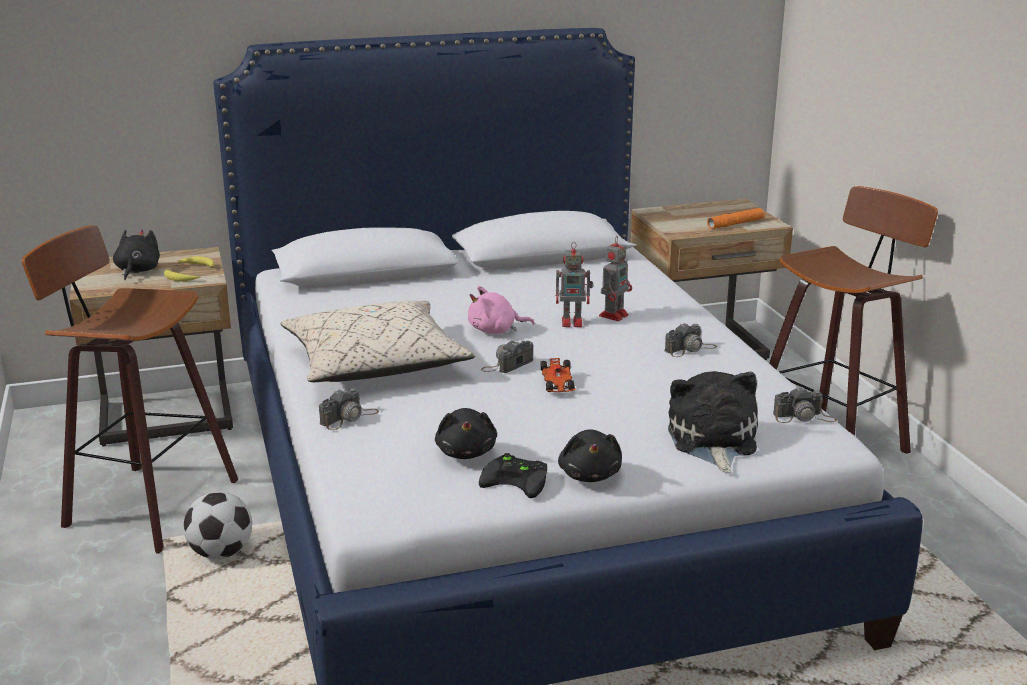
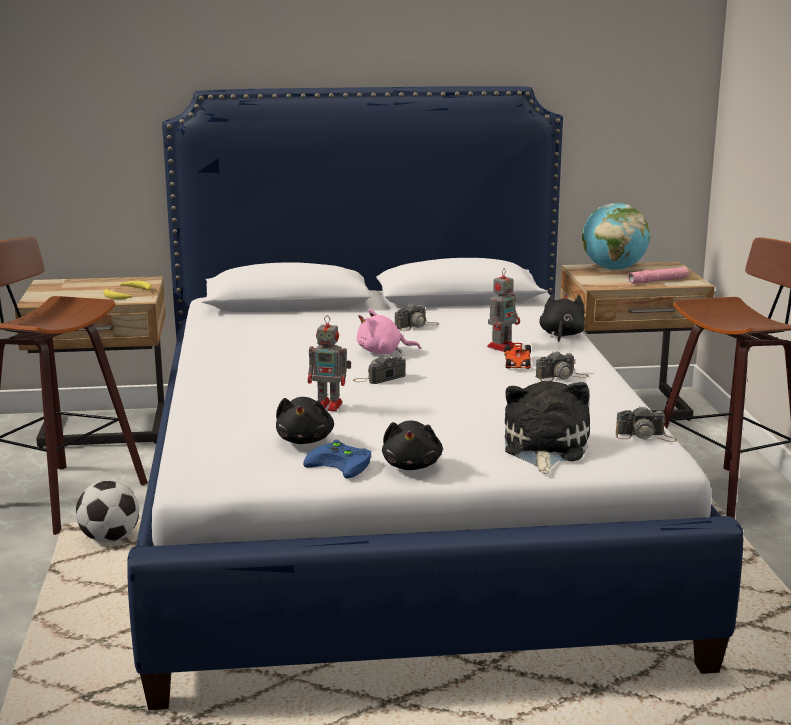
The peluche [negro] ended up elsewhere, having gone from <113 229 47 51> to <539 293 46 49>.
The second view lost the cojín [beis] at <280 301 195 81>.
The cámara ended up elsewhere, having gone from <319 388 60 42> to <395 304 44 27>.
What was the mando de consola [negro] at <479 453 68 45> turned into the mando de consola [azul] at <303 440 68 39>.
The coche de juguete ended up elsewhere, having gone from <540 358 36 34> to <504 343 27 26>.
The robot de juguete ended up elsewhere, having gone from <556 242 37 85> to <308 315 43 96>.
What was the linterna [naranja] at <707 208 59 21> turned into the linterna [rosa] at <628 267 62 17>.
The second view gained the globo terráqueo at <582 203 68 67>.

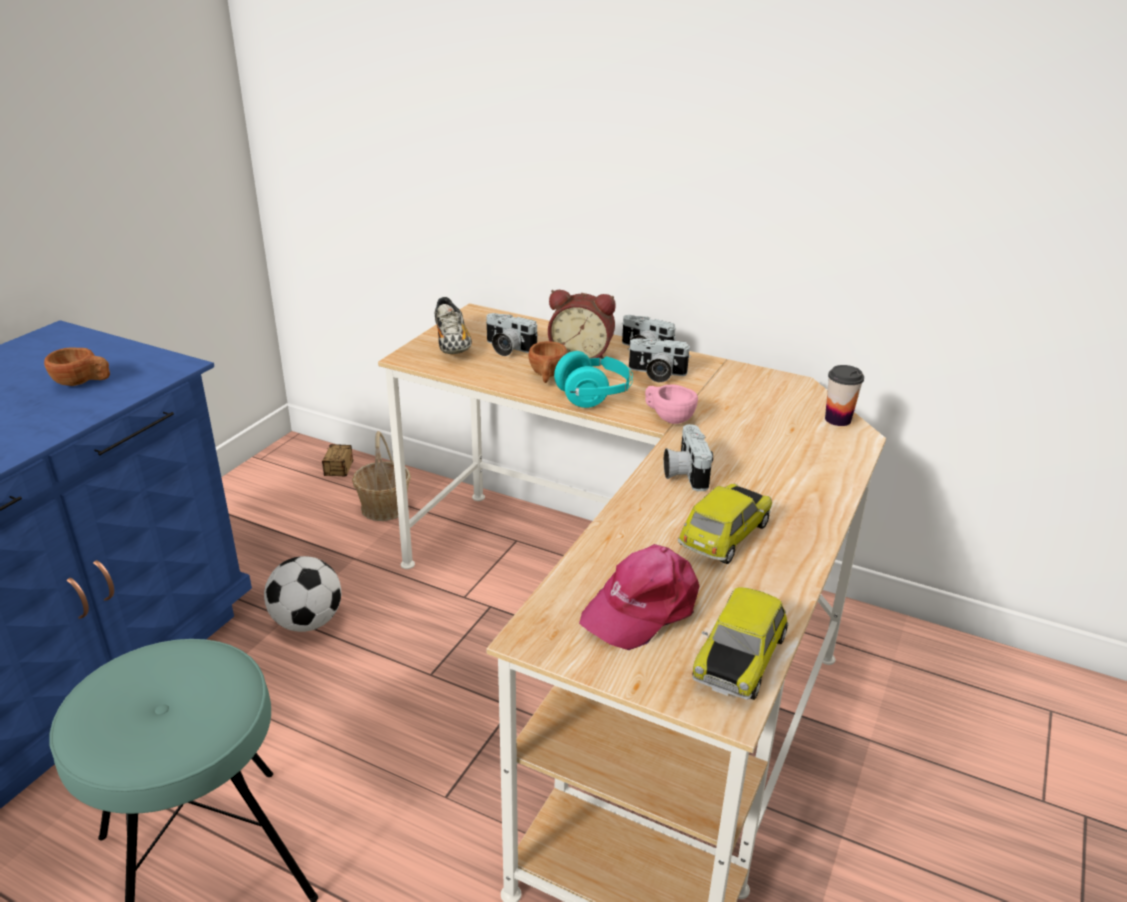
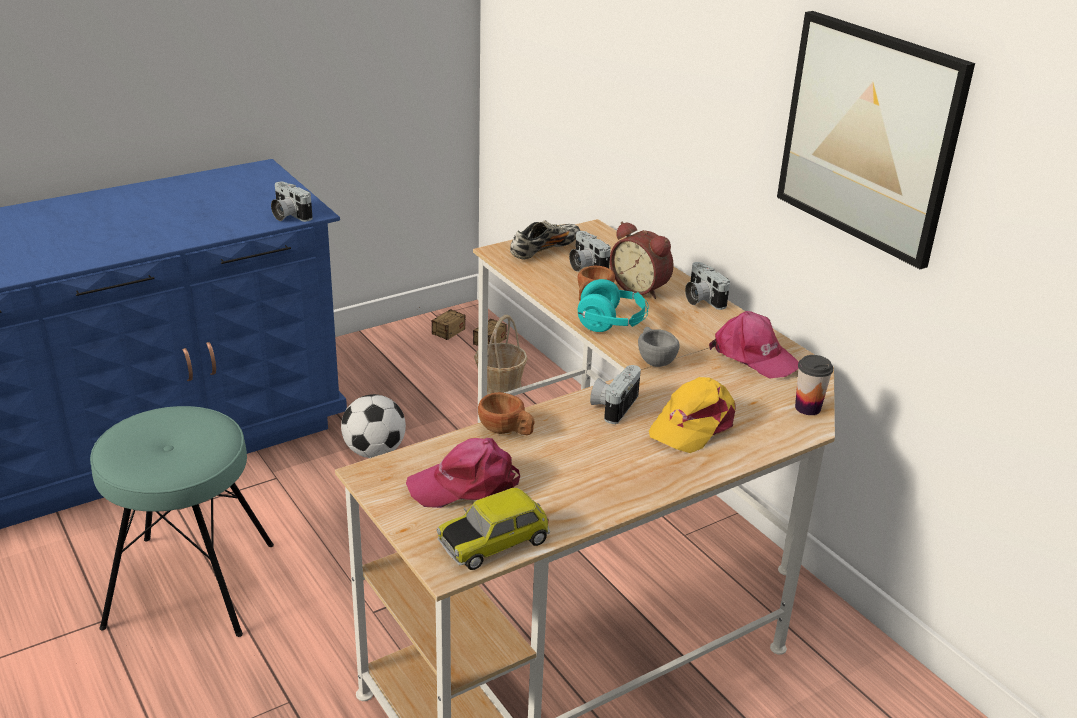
The taza [marrón] ended up elsewhere, having gone from <44 347 66 39> to <478 392 57 43>.
The zapato at <435 297 37 57> ended up facing another way, 150 degrees counterclockwise from before.
The cámara ended up elsewhere, having gone from <628 338 63 44> to <271 182 42 40>.
What was the taza [rosa] at <645 384 53 40> turned into the taza [gris] at <638 327 41 40>.
The second view lost the coche de juguete at <678 483 94 81>.
The second view gained the caja de almacenaje at <419 308 47 32>.
The second view gained the gorra [amarillo] at <649 377 87 76>.
The second view gained the gorra [rosa] at <709 311 90 67>.
The second view gained the cuadro at <777 11 198 258>.

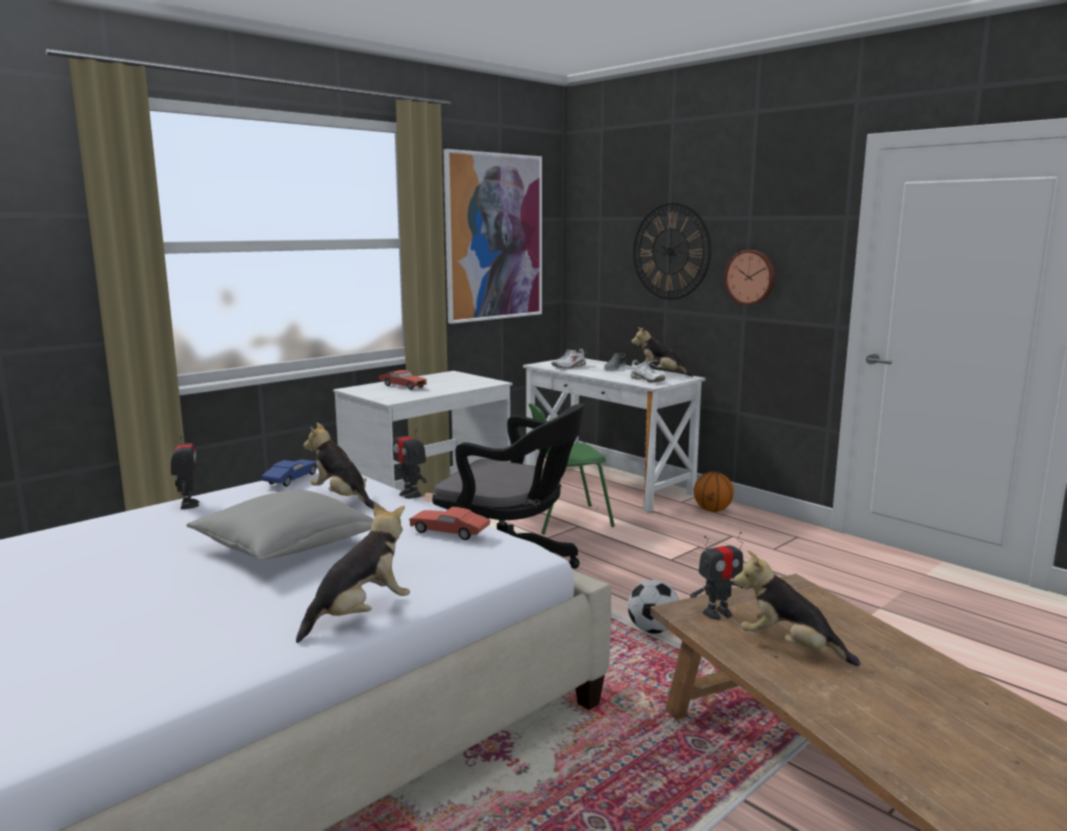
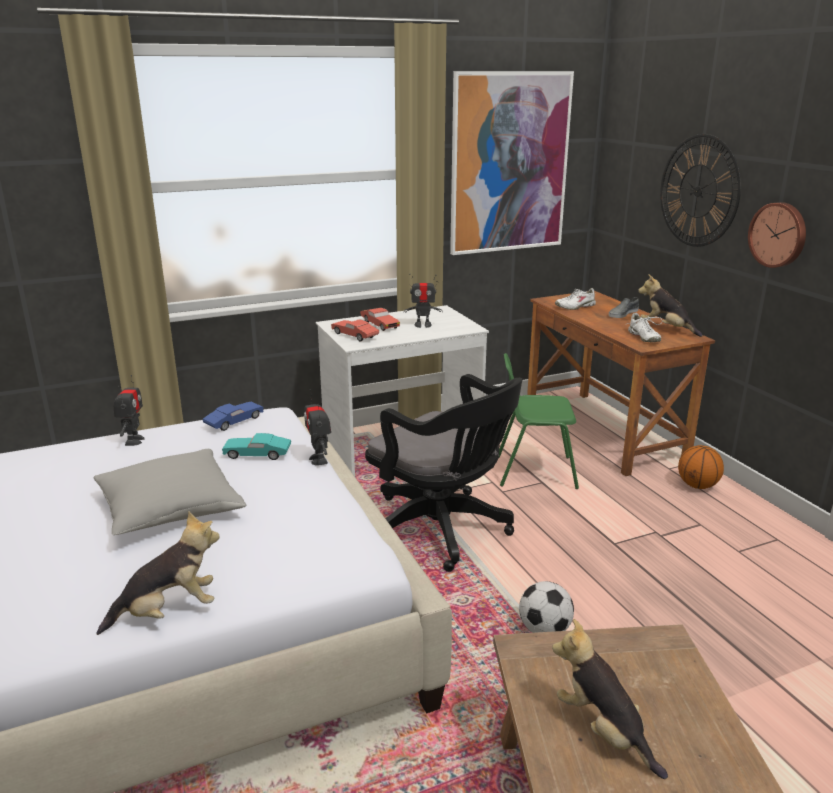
Where the peluche stood at <304 422 70 87>, the coche de juguete [turquesa] came to stand at <222 433 69 27>.
The coche de juguete [rojo] ended up elsewhere, having gone from <409 507 82 33> to <331 319 48 23>.
What was the escritorio [blanco] at <523 358 182 154> turned into the escritorio [marrón] at <527 291 188 185>.
The robot de juguete ended up elsewhere, having gone from <690 532 53 88> to <404 274 39 54>.

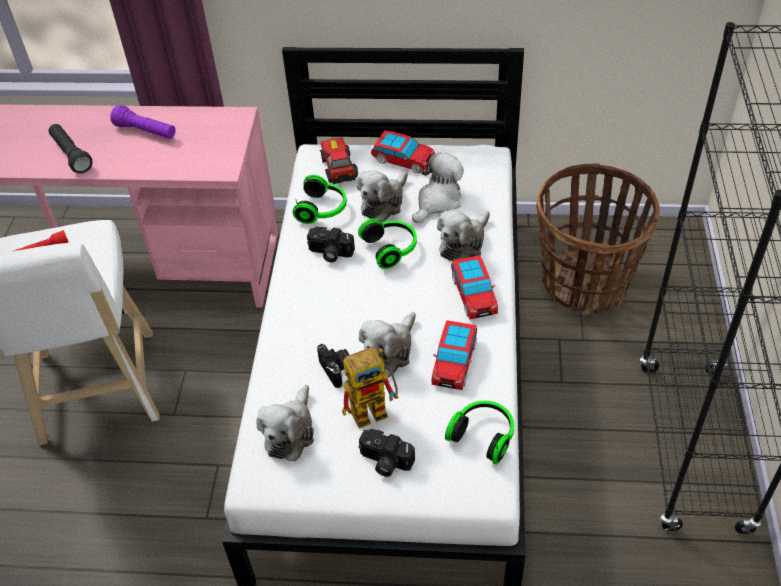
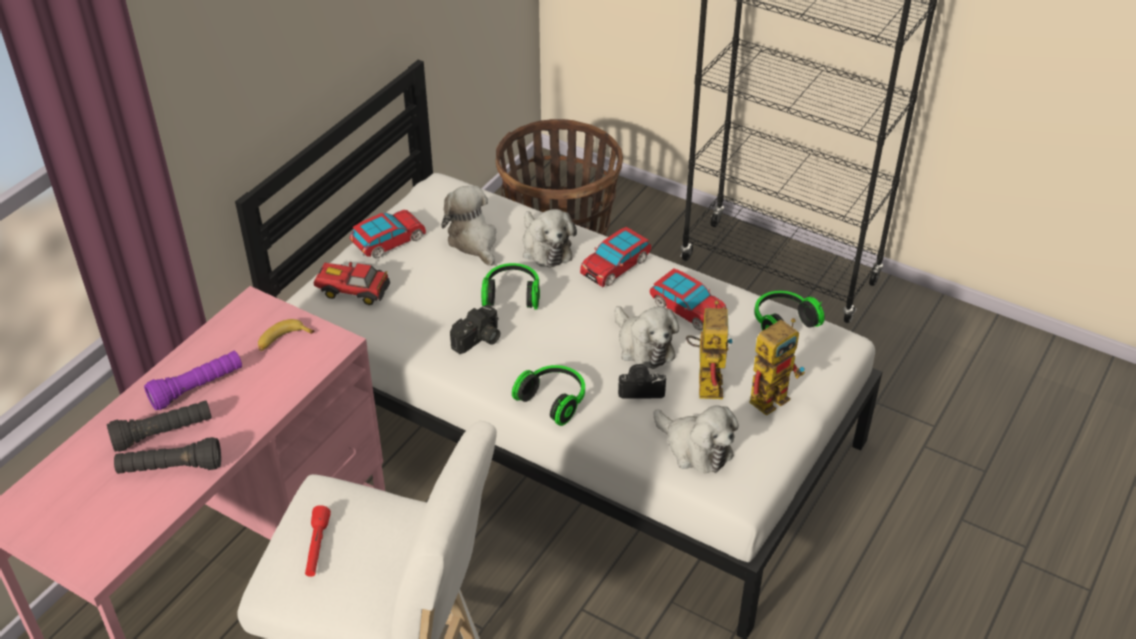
The auriculares ended up elsewhere, having gone from <293 175 54 49> to <512 365 73 61>.
The second view lost the peluche at <357 170 51 52>.
Where the cámara stood at <359 429 56 48>, the robot de juguete came to stand at <749 318 56 98>.
The coche de juguete at <451 255 47 65> ended up facing another way, 120 degrees clockwise from before.
The second view gained the linterna [negro] at <107 400 105 52>.
The second view gained the plátano at <258 319 57 32>.

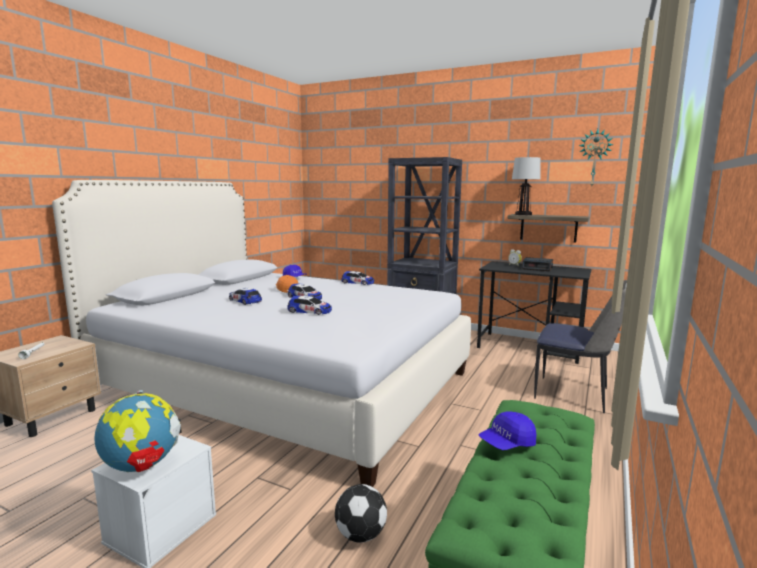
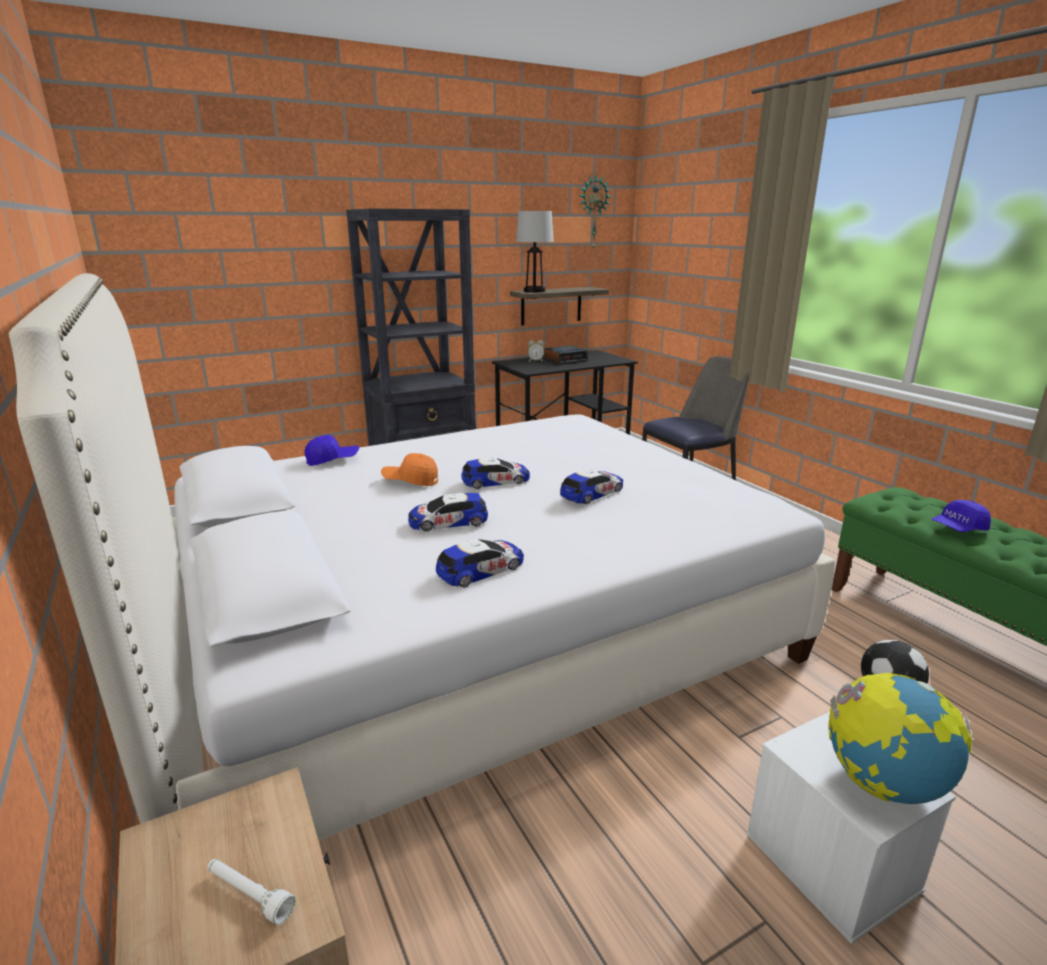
The coche de juguete ended up elsewhere, having gone from <341 271 33 14> to <436 539 88 49>.
The gorra [azul] at <479 411 57 39> ended up facing another way, 60 degrees clockwise from before.

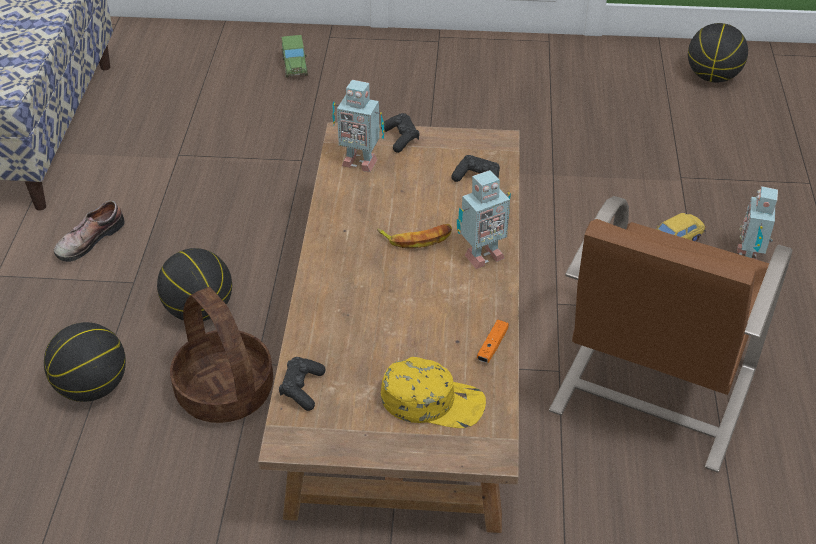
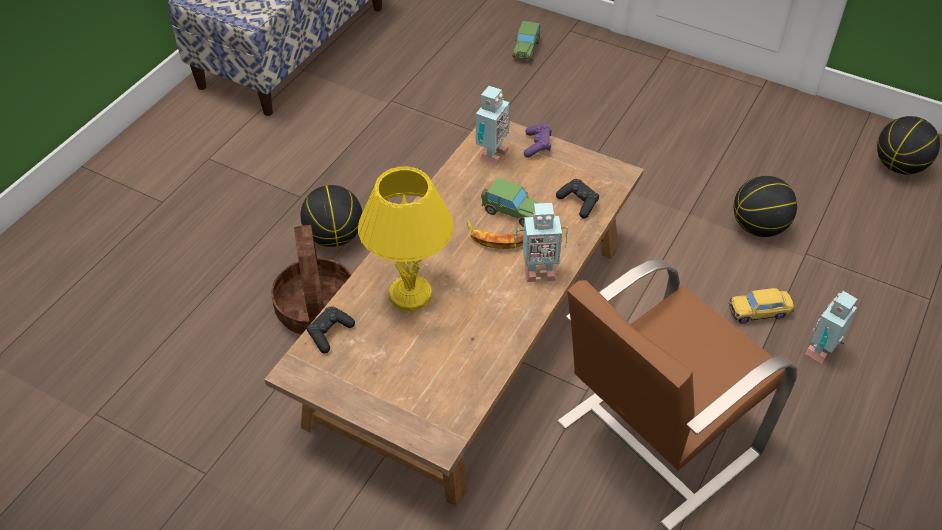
The balón de baloncesto ended up elsewhere, having gone from <44 322 82 80> to <734 176 63 61>.
The second view lost the zapato at <54 200 71 62>.
The robot de juguete at <332 80 52 92> ended up facing another way, 105 degrees counterclockwise from before.
What was the mando de consola [negro] at <381 113 39 40> turned into the mando de consola [morado] at <524 124 28 34>.
The second view lost the gorra [amarillo] at <381 357 105 71>.
The second view lost the mando de consola [naranja] at <477 320 32 43>.
The second view gained the lámpara de mesa [amarillo] at <358 166 96 145>.
The second view gained the coche de juguete at <481 177 59 50>.

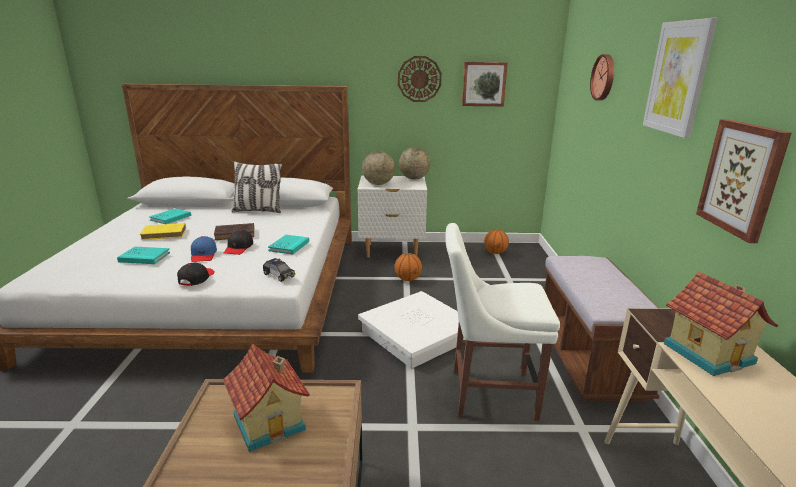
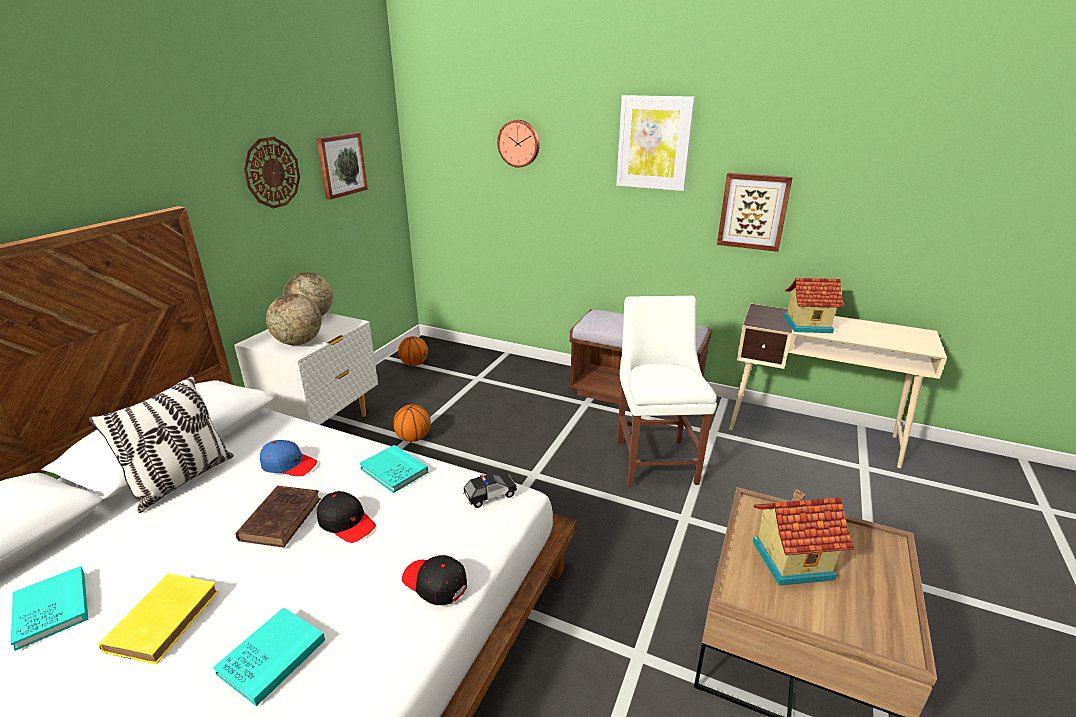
The gorra [azul] ended up elsewhere, having gone from <191 236 26 26> to <260 440 57 36>.
The second view lost the caja de almacenaje [blanco] at <358 291 108 78>.
The silla [blanco] at <445 223 115 198> ended up facing another way, 150 degrees clockwise from before.

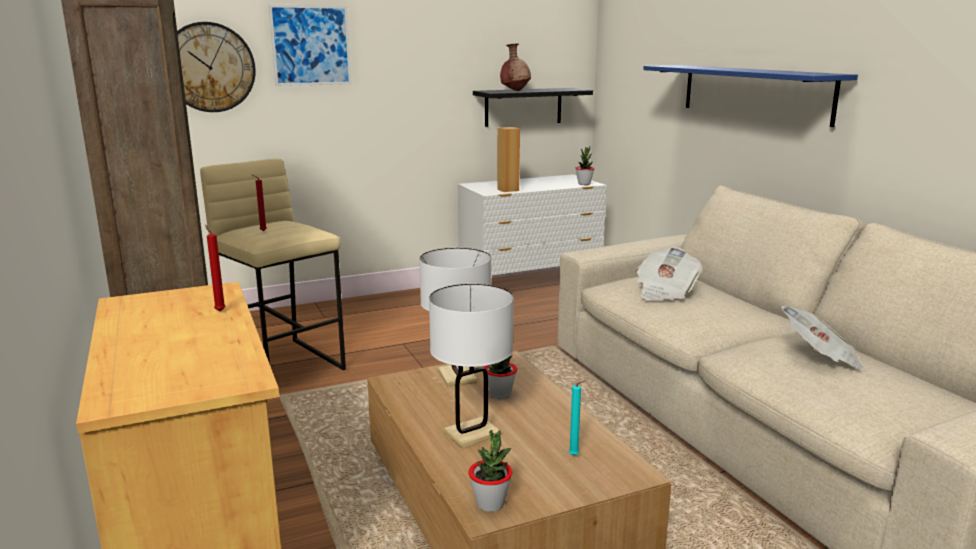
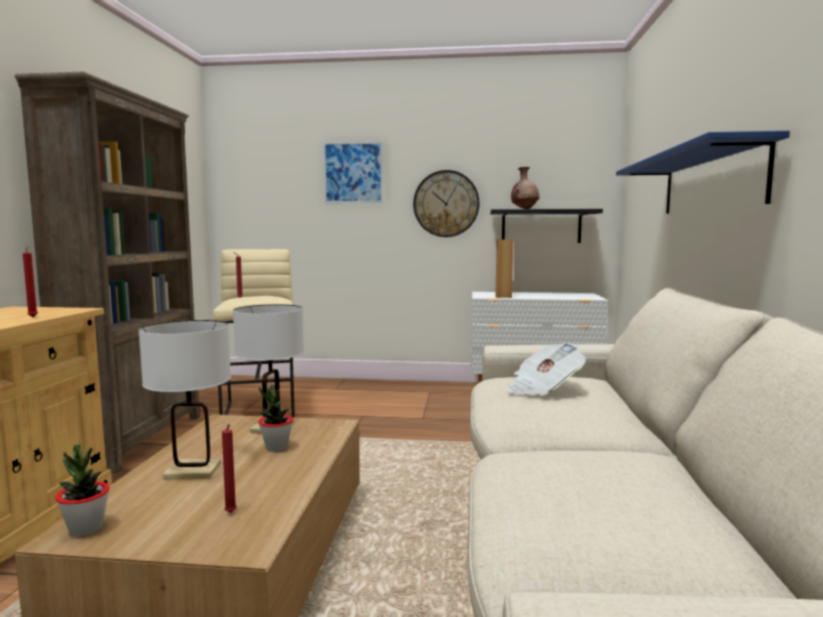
The reloj de pared ended up elsewhere, having gone from <177 22 79 90> to <413 170 66 67>.
What was the vela [turquesa] at <569 381 16 75> turned into the vela [rojo] at <222 424 15 89>.
The second view lost the planta en maceta at <576 147 19 38>.
The second view lost the periódico at <781 306 85 65>.

